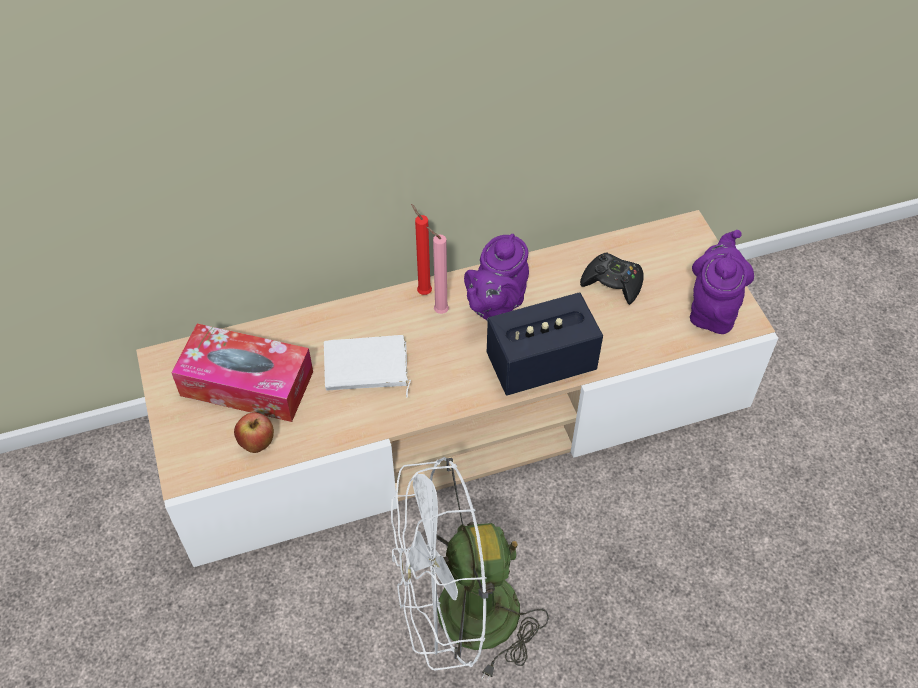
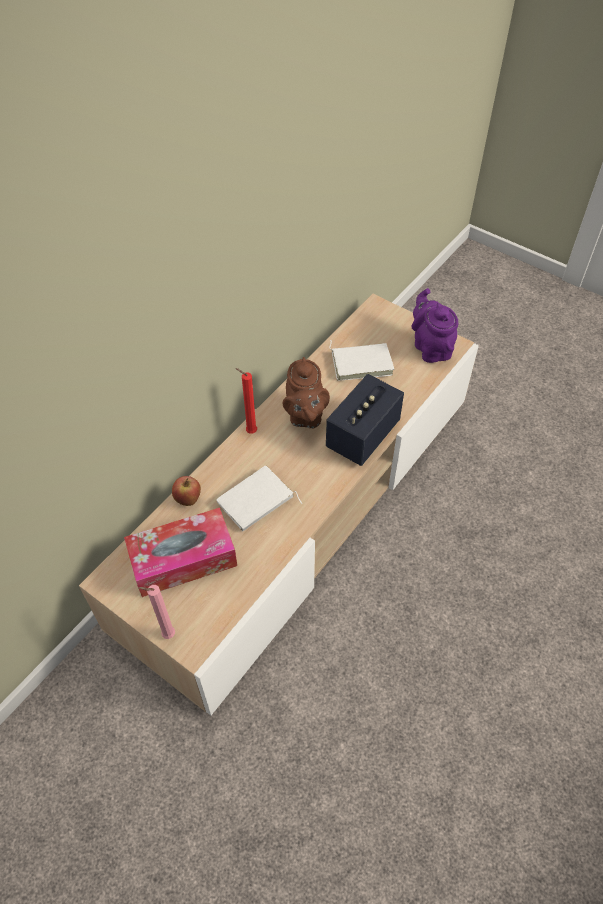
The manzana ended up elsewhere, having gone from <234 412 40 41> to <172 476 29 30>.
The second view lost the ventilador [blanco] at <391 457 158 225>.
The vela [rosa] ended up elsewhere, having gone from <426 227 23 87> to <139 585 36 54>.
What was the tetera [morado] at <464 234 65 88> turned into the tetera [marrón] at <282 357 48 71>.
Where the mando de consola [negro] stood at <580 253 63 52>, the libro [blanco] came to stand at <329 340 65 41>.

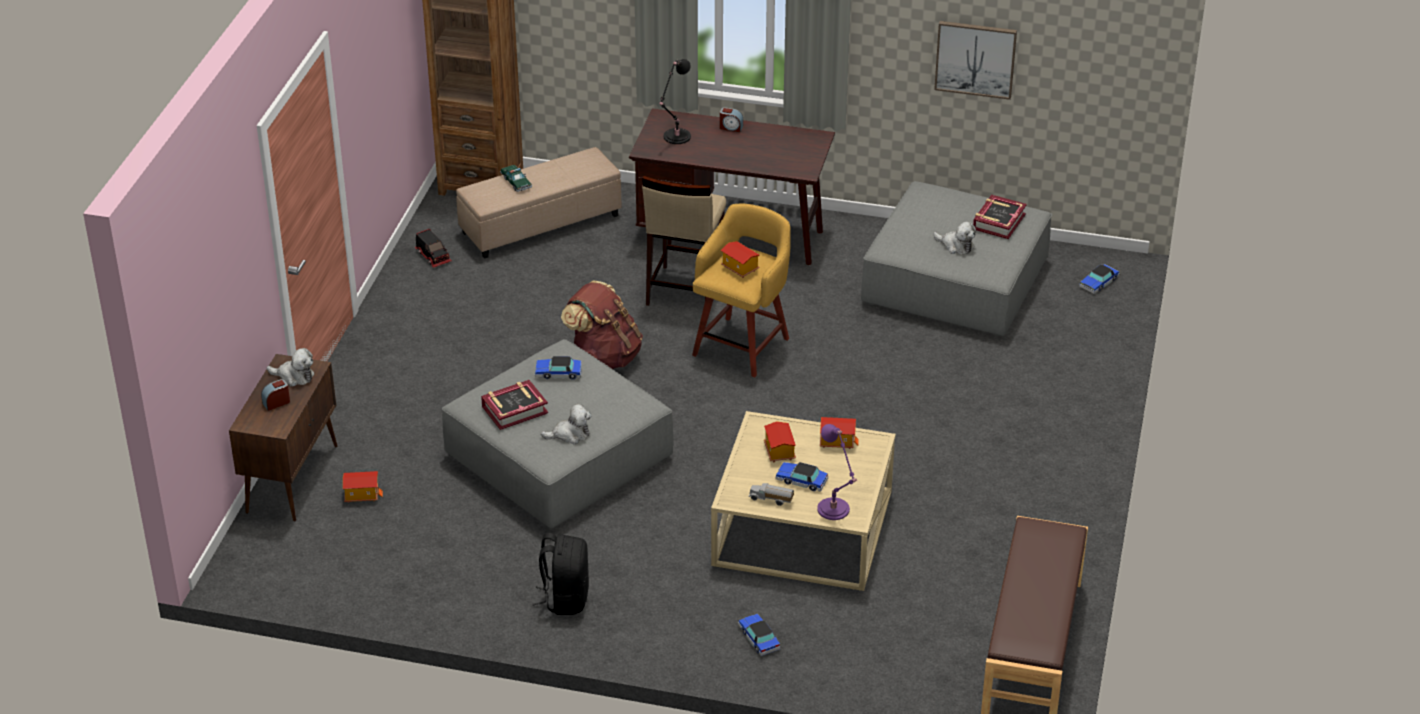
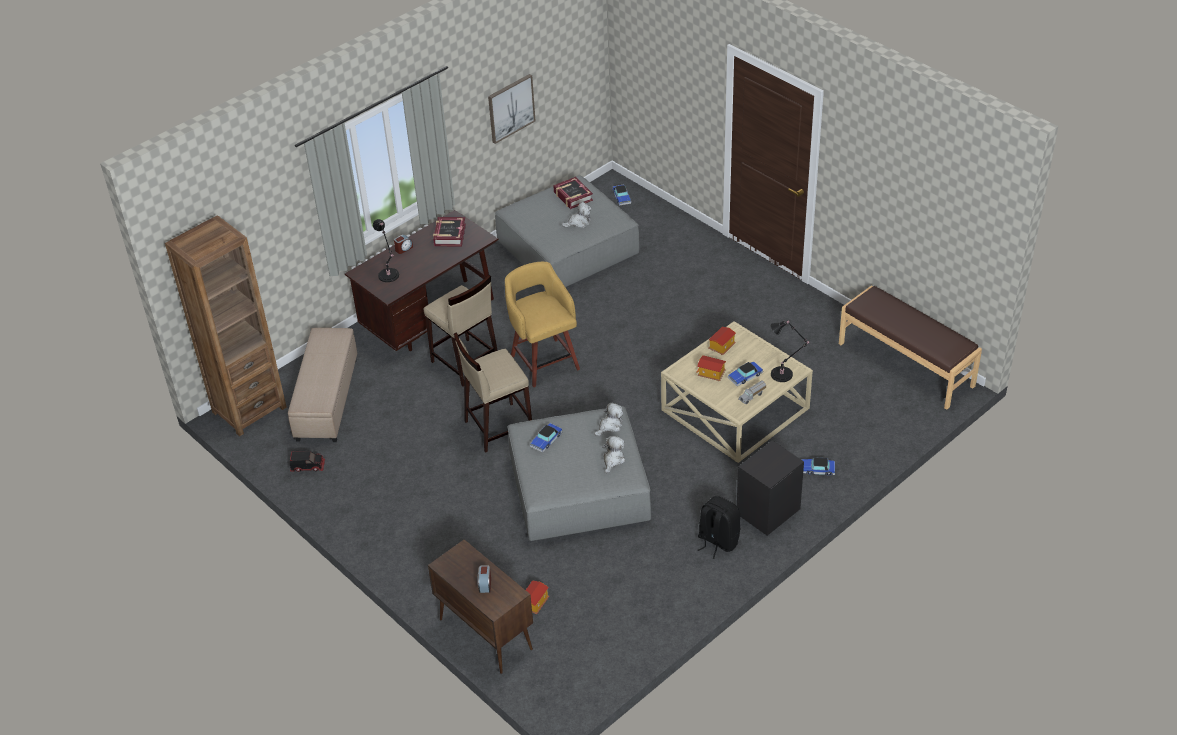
The peluche ended up elsewhere, having gone from <266 348 48 39> to <594 403 29 33>.
The libro ended up elsewhere, having gone from <481 380 67 50> to <433 217 33 29>.
The second view lost the coche de juguete at <500 165 32 27>.
Where the mochila [marrón] stood at <561 281 82 88>, the taburete [beis] came to stand at <454 332 78 121>.
The second view lost the casita at <721 241 39 37>.
What was the lámpara de mesa [morado] at <817 424 41 96> turned into the lámpara de mesa [negro] at <771 320 39 62>.
The second view gained the mesita de noche [negro] at <737 440 67 96>.

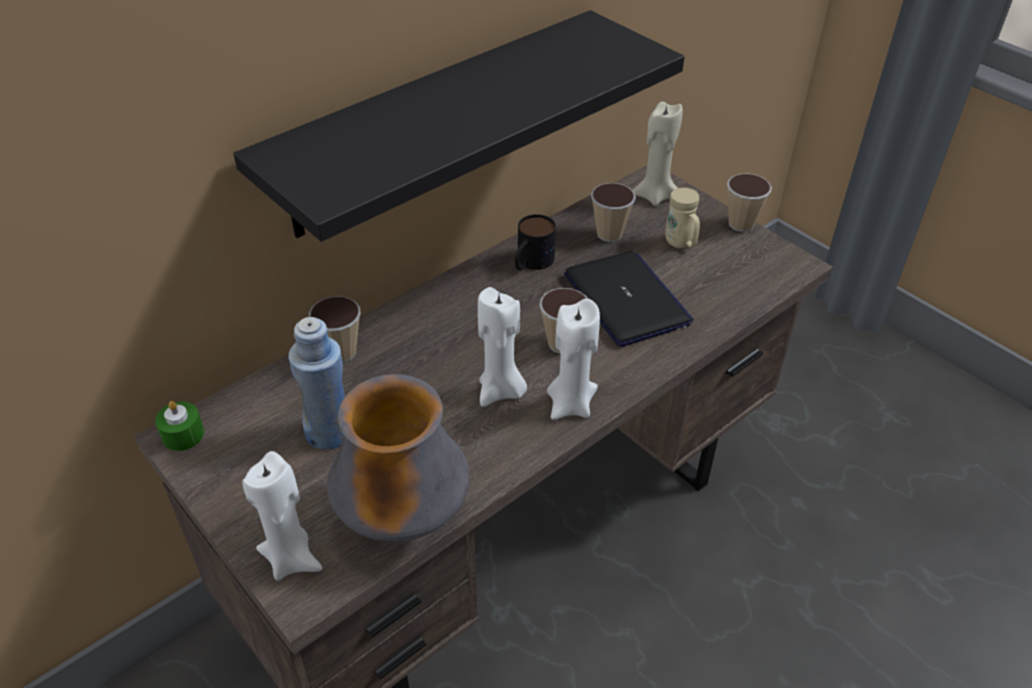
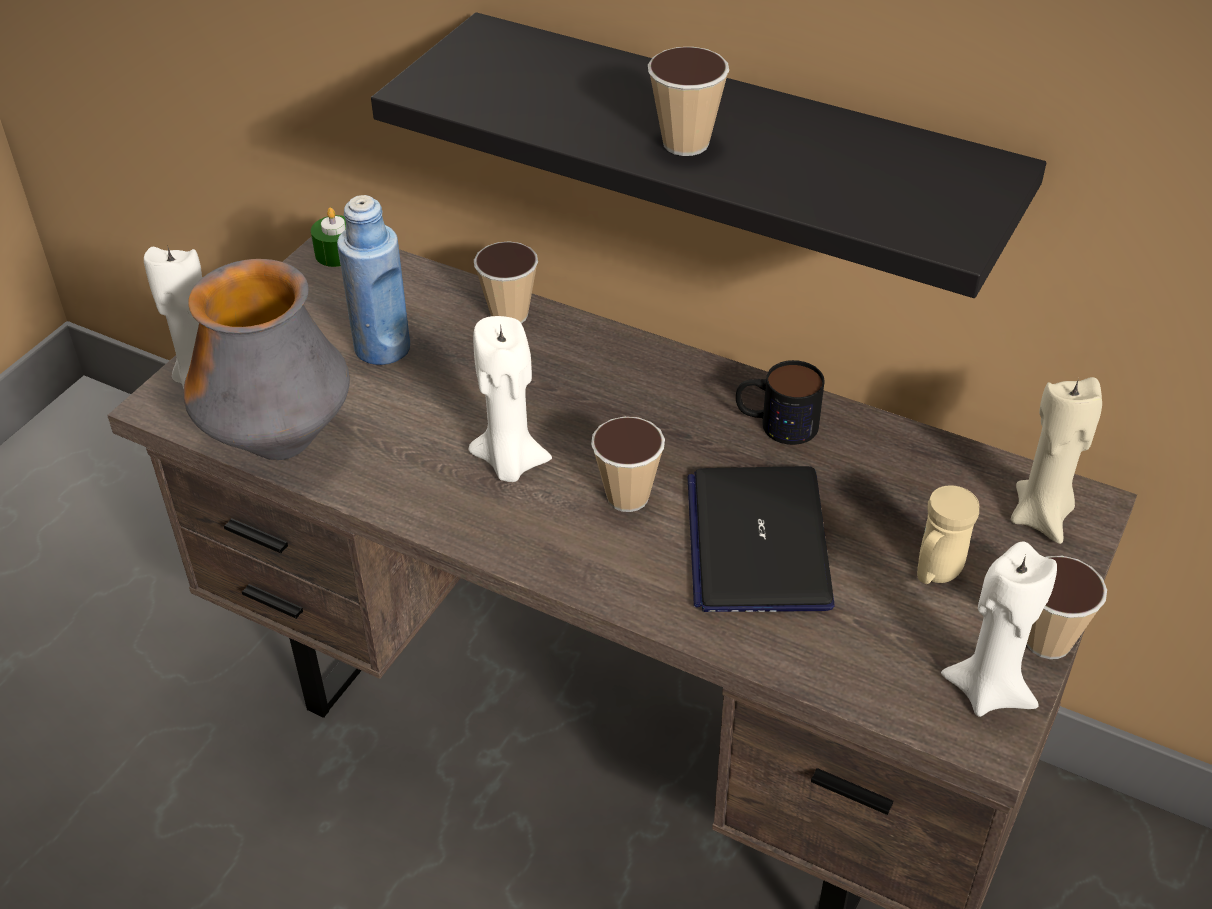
The vela [blanco] ended up elsewhere, having gone from <547 298 53 122> to <941 541 116 176>.
The portátil at <564 251 130 96> ended up facing another way, 135 degrees clockwise from before.
The taza ended up elsewhere, having gone from <591 183 45 59> to <648 47 81 109>.

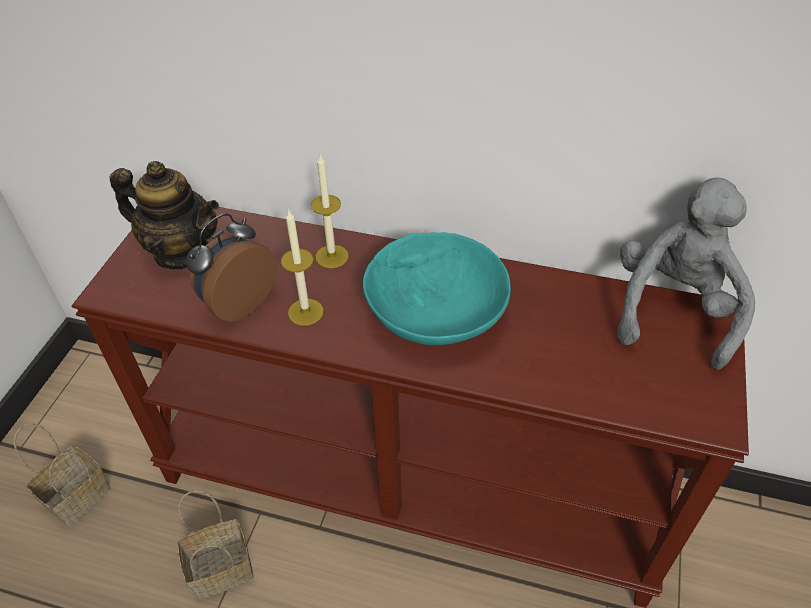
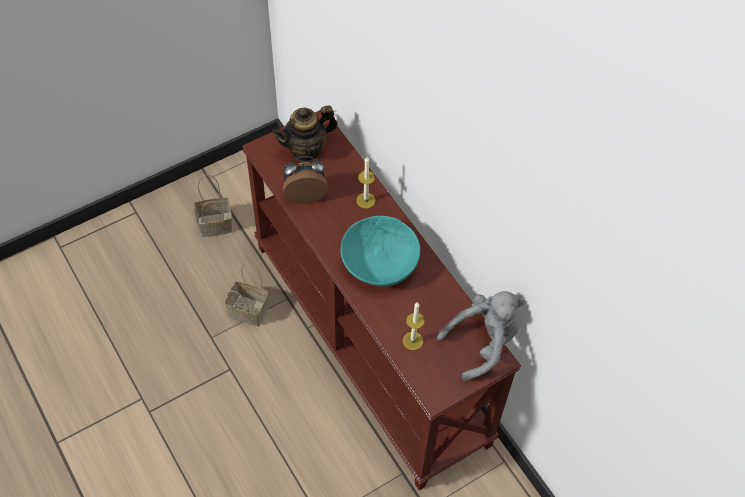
The tetera at <110 161 109 108> ended up facing another way, 90 degrees clockwise from before.
The vela ended up elsewhere, having gone from <281 209 43 117> to <403 302 21 48>.

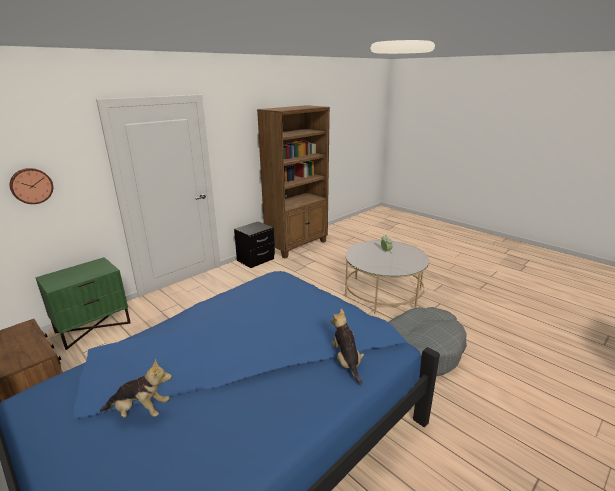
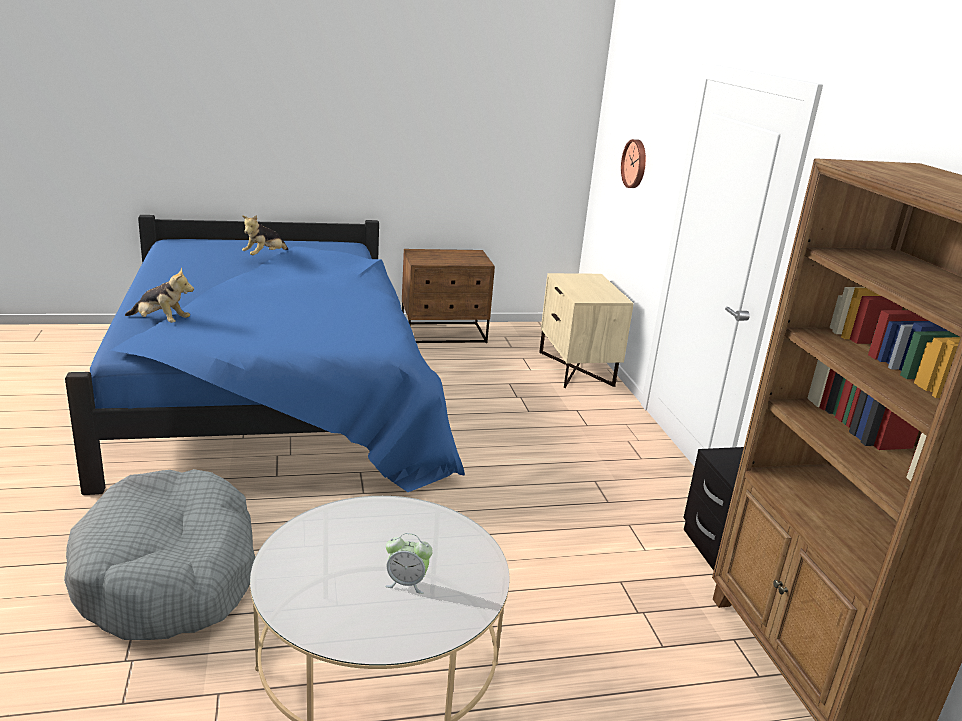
What was the mesita de noche [verde] at <35 257 96 93> turned into the mesita de noche [beis] at <539 273 95 115>.

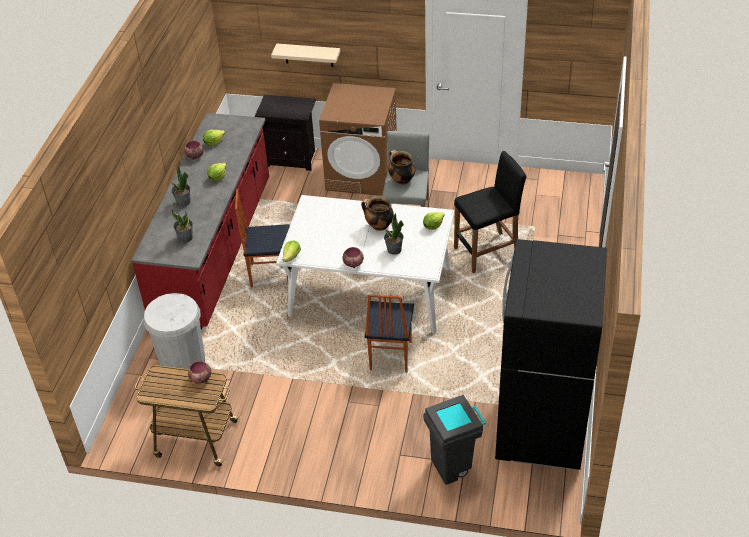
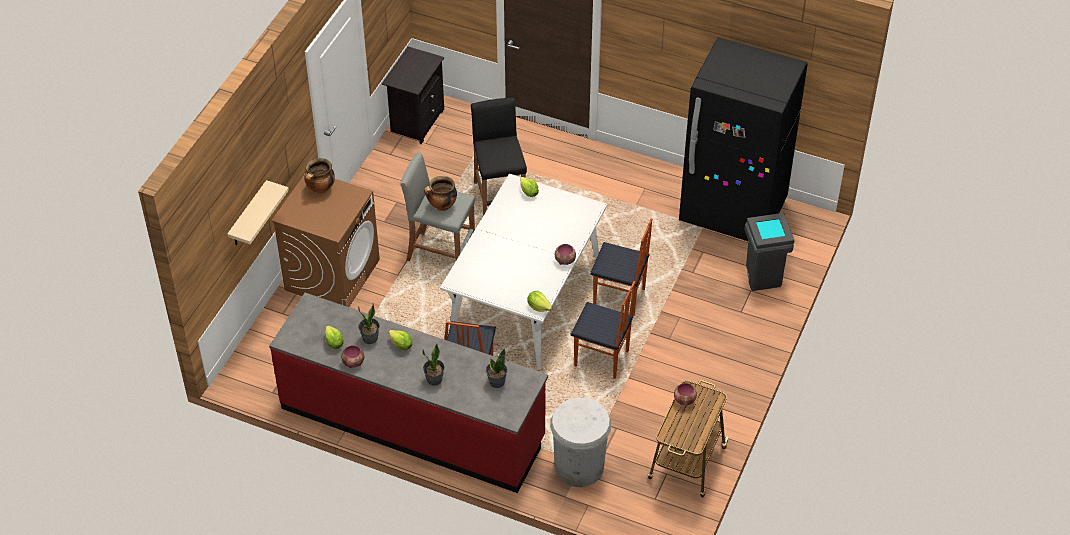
The mesita de noche [negro] ended up elsewhere, having gone from <255 94 61 77> to <382 47 62 97>.
The olla ended up elsewhere, having gone from <361 196 33 35> to <304 158 31 36>.
The planta en maceta ended up elsewhere, having gone from <384 213 20 42> to <358 303 22 41>.
The second view gained the silla at <571 281 64 98>.

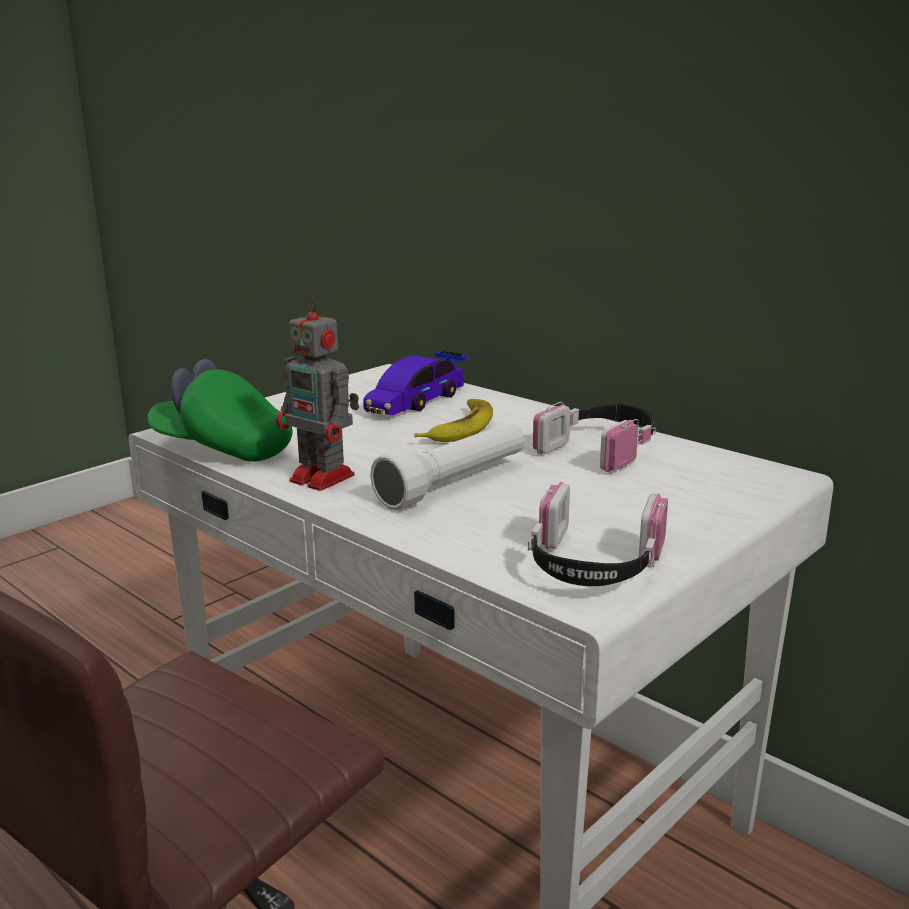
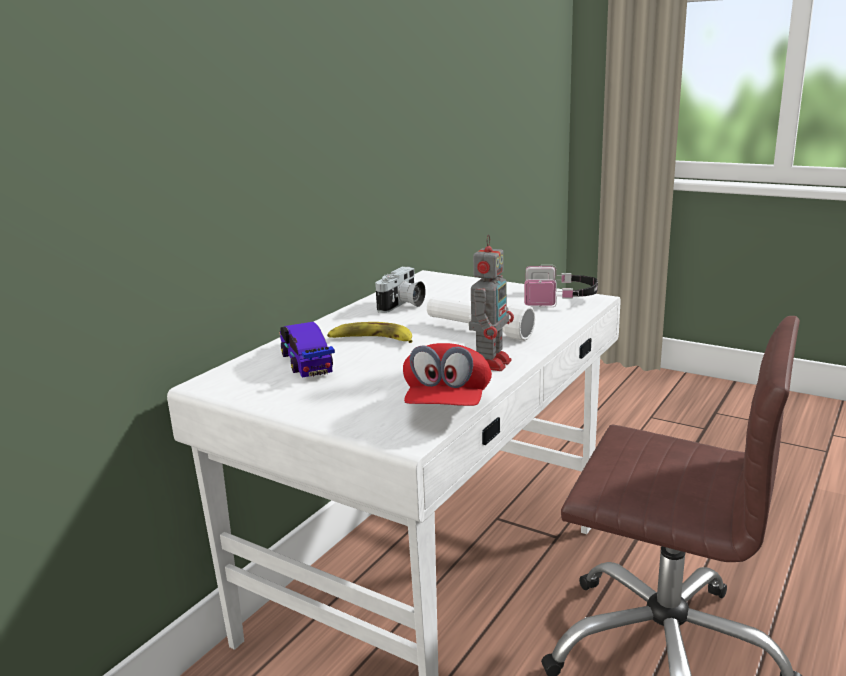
What was the gorra [verde] at <148 359 144 103> turned into the gorra [rojo] at <403 343 89 63>.
The coche de juguete at <363 351 105 64> ended up facing another way, 135 degrees counterclockwise from before.
Where the auriculares stood at <533 402 123 70>, the cámara came to stand at <375 266 51 47>.

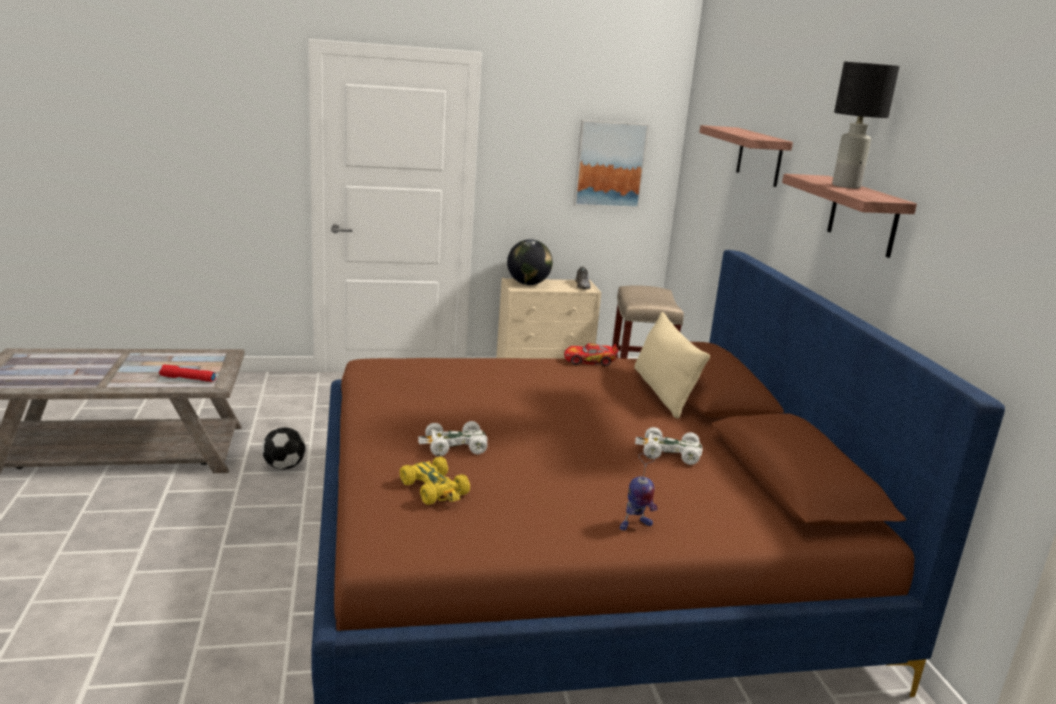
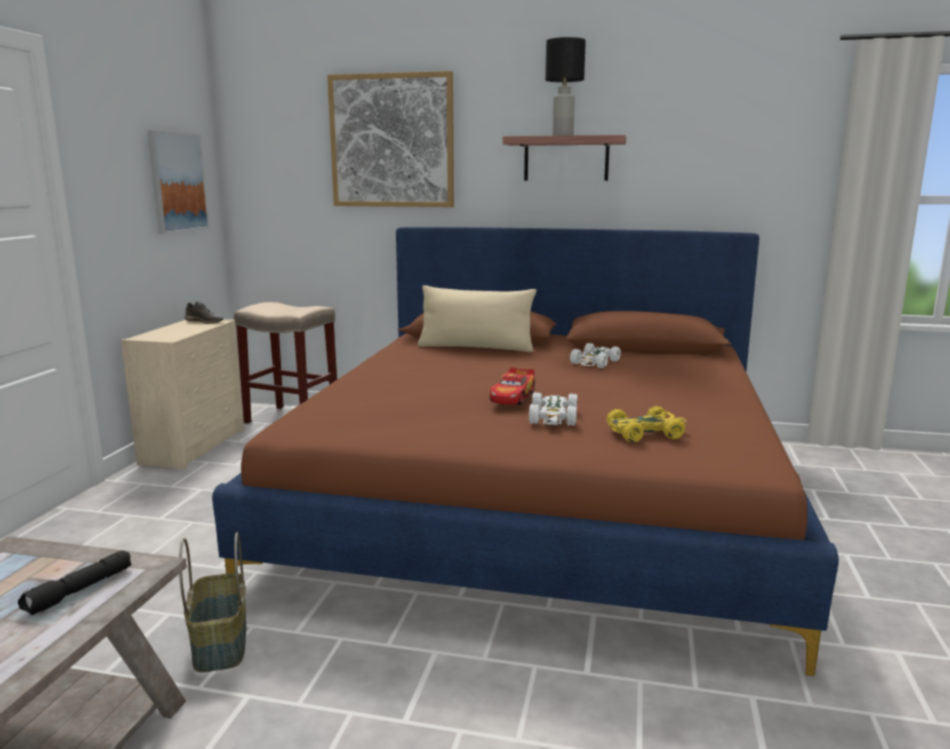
What was the linterna [rojo] at <159 365 57 17> turned into the linterna [negro] at <18 550 114 65>.
Where the balón de fútbol stood at <262 427 44 43>, the cesta came to stand at <179 532 67 141>.
The second view lost the globo terráqueo at <507 239 46 46>.
The coche de juguete ended up elsewhere, having gone from <564 343 55 23> to <490 367 45 38>.
The second view lost the robot de juguete at <620 454 38 77>.
Where the estante hung at <699 125 94 62>, the cuadro came to hang at <327 71 127 136>.

